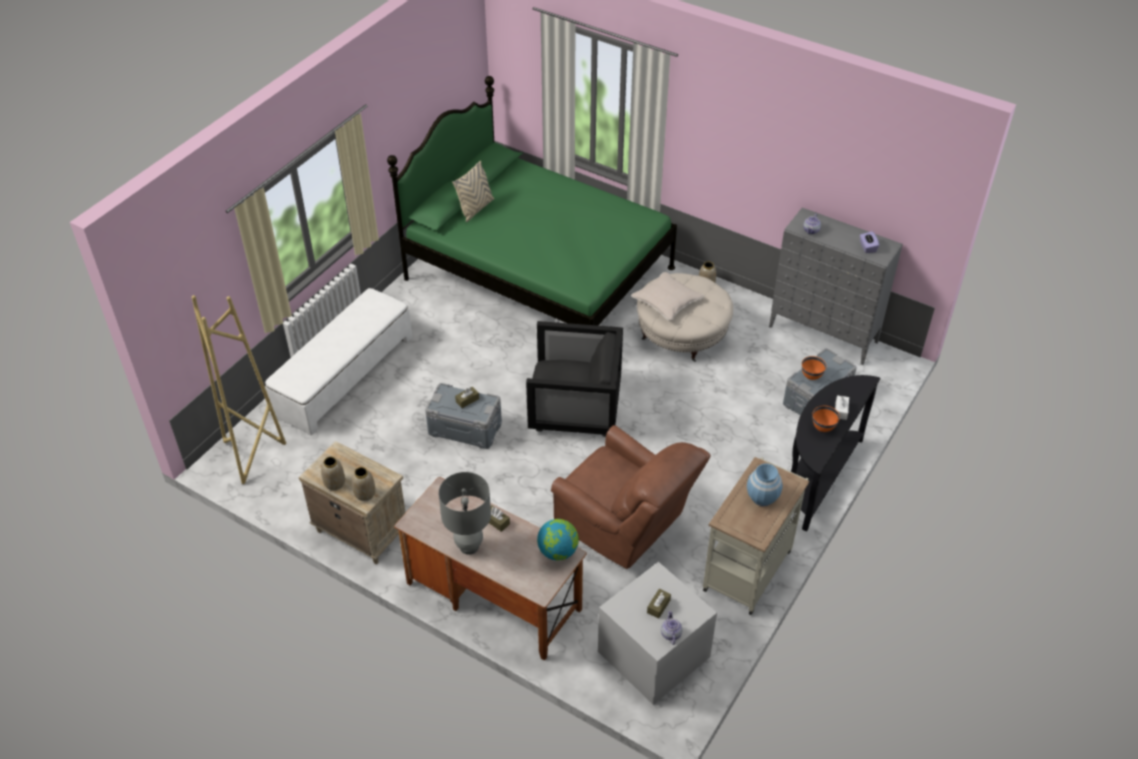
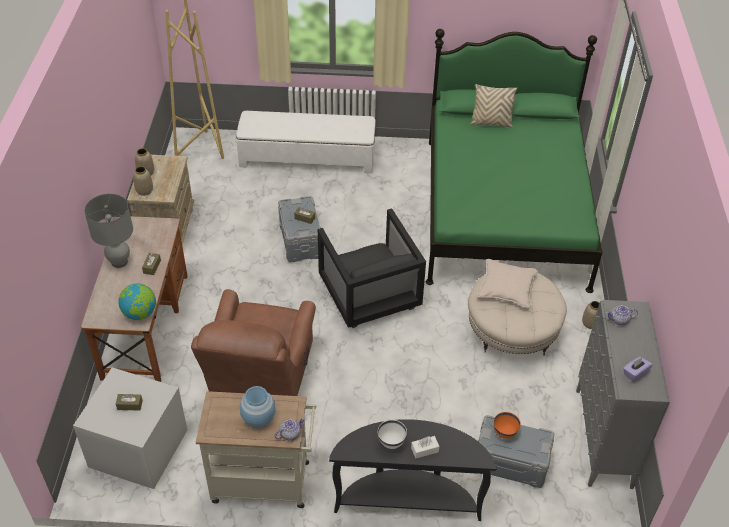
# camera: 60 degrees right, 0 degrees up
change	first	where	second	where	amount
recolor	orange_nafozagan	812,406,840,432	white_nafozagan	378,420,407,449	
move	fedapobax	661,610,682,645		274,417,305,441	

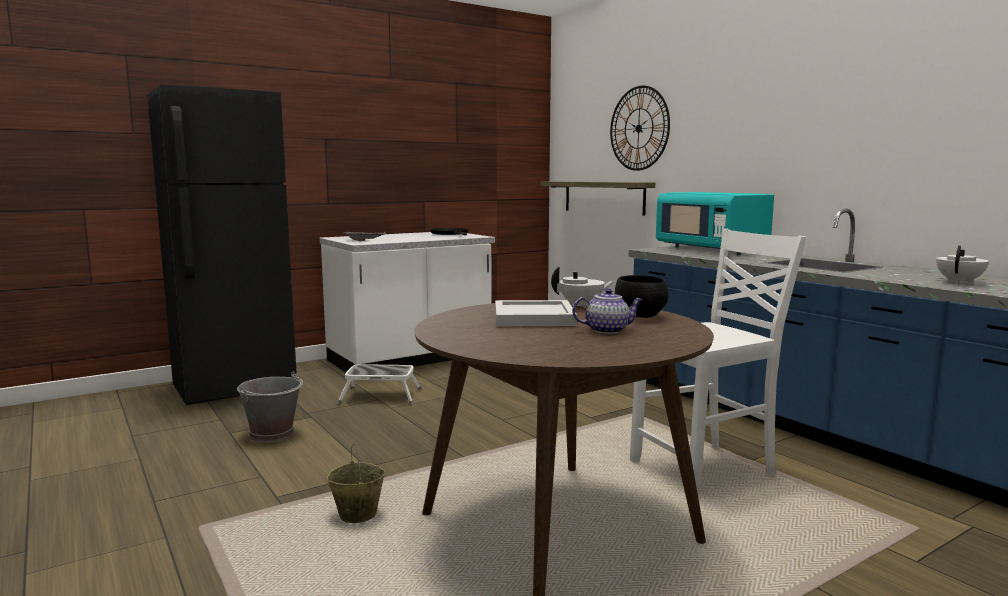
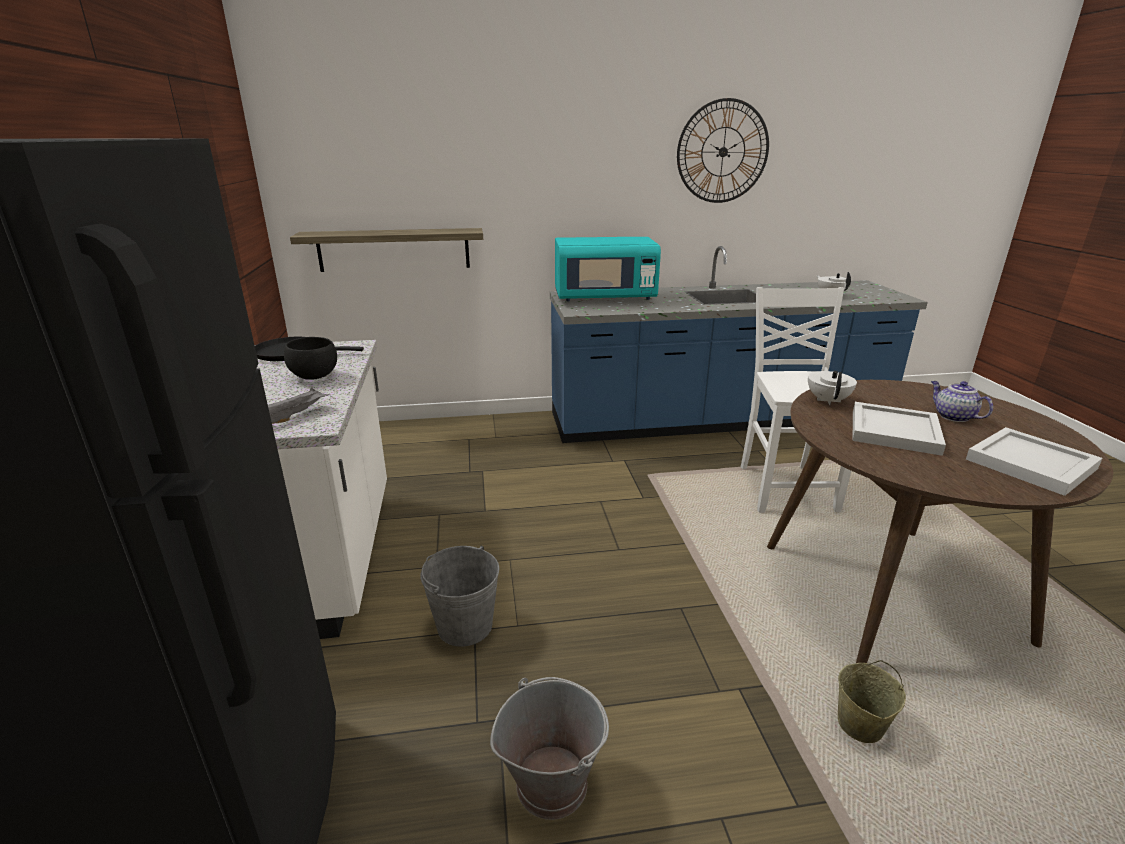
# camera: 65 degrees left, 15 degrees up
change	first	where	second	where	amount
move	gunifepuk	610,86,670,171		677,98,769,203	
move	black_nafozagan	615,275,668,318		284,337,337,380	
rotate	fedapobax	572,288,643,334		931,381,993,422	45 degrees counterclockwise
replace	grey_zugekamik	337,364,422,406	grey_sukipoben	421,546,499,646	
insert			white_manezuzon	966,427,1102,496	

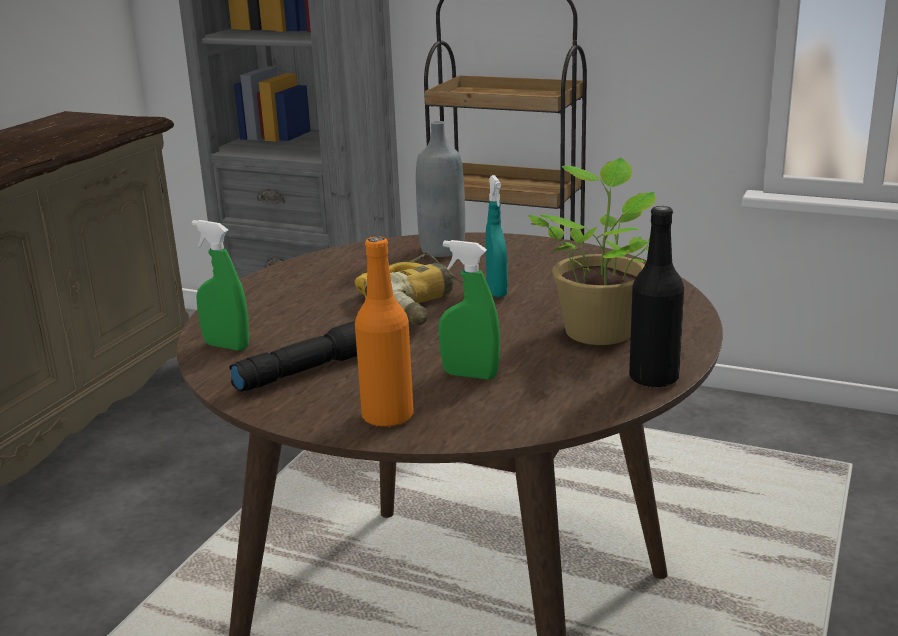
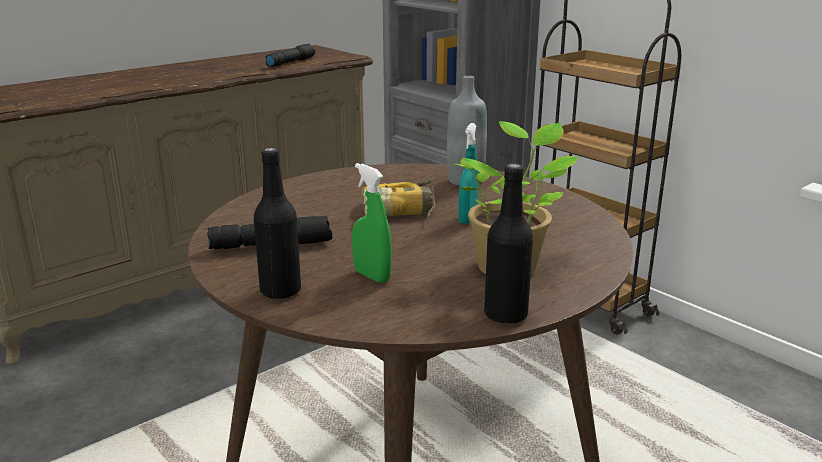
# camera: 25 degrees right, 0 degrees up
change	first	where	second	where	amount
delete	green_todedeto	192,220,249,351			
recolor	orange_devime	355,236,414,428	black_devime	254,147,301,299	
insert			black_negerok	266,44,315,67	

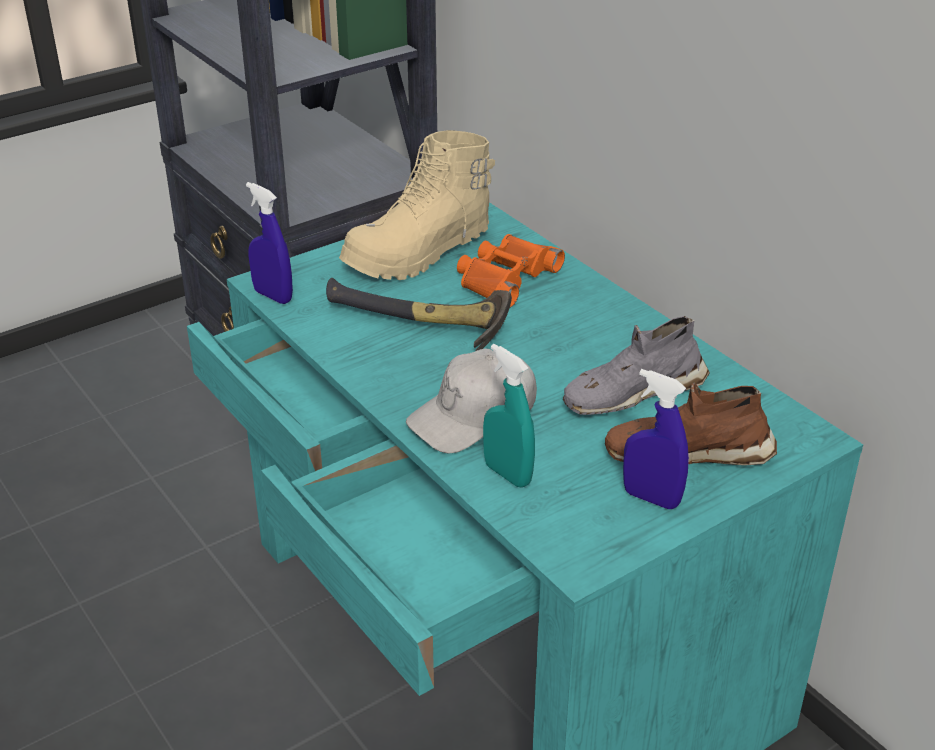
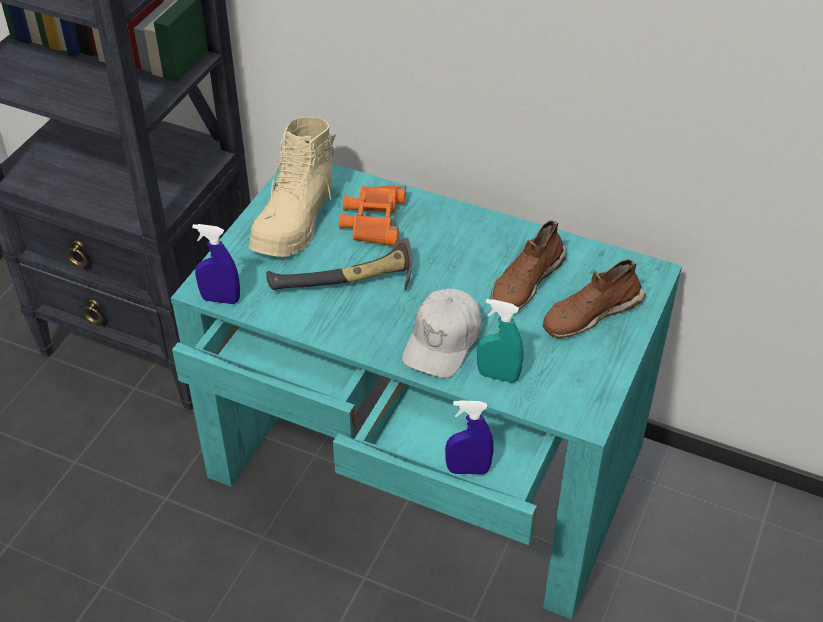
# camera: 30 degrees left, 10 degrees up
change	first	where	second	where	amount
recolor	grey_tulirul	563,316,710,415	brown_tulirul	491,221,566,310	
move	blue_todedeto	623,369,689,509		445,400,493,475	

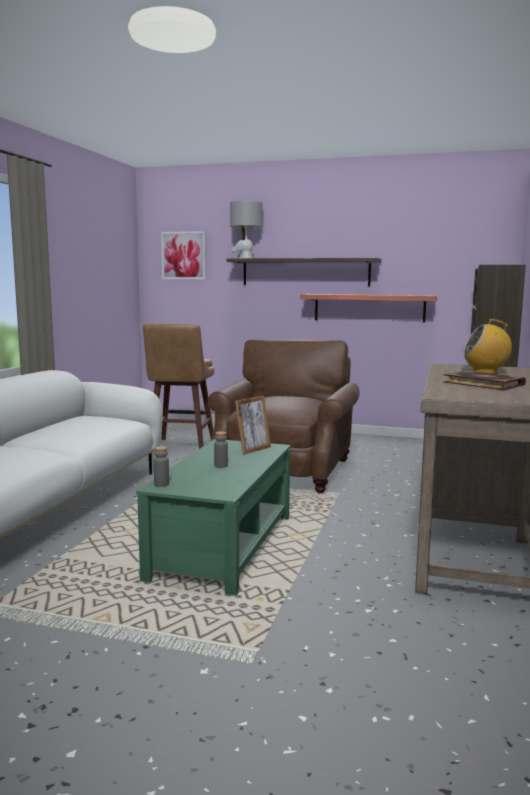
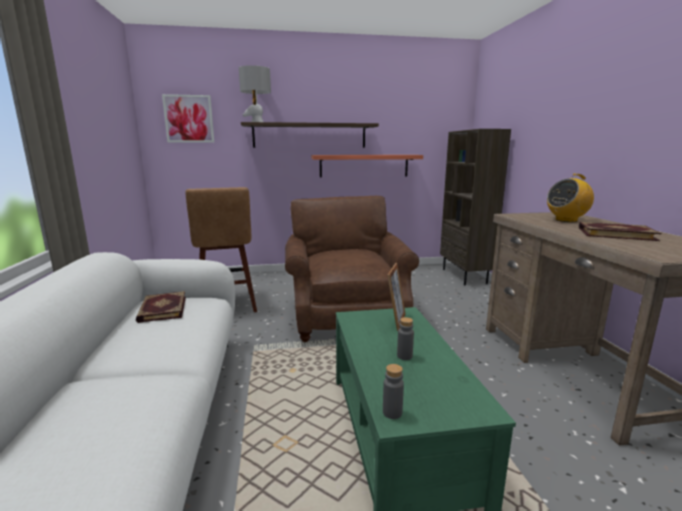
# camera: 25 degrees left, 5 degrees up
change	first	where	second	where	amount
insert			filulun	136,291,186,323	

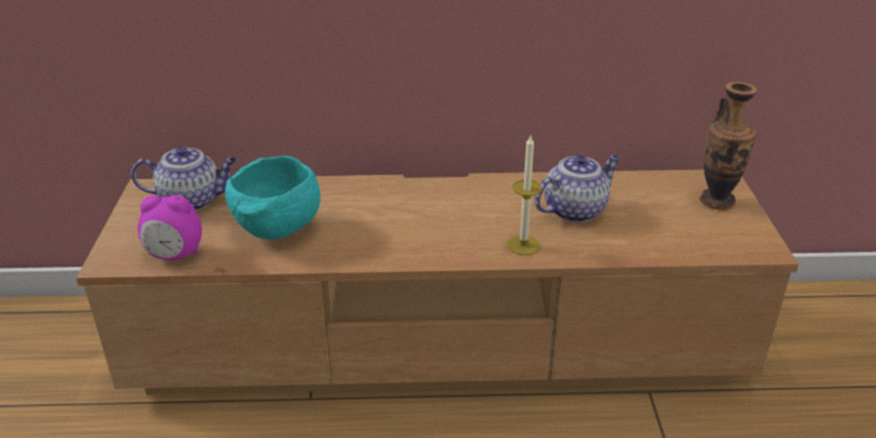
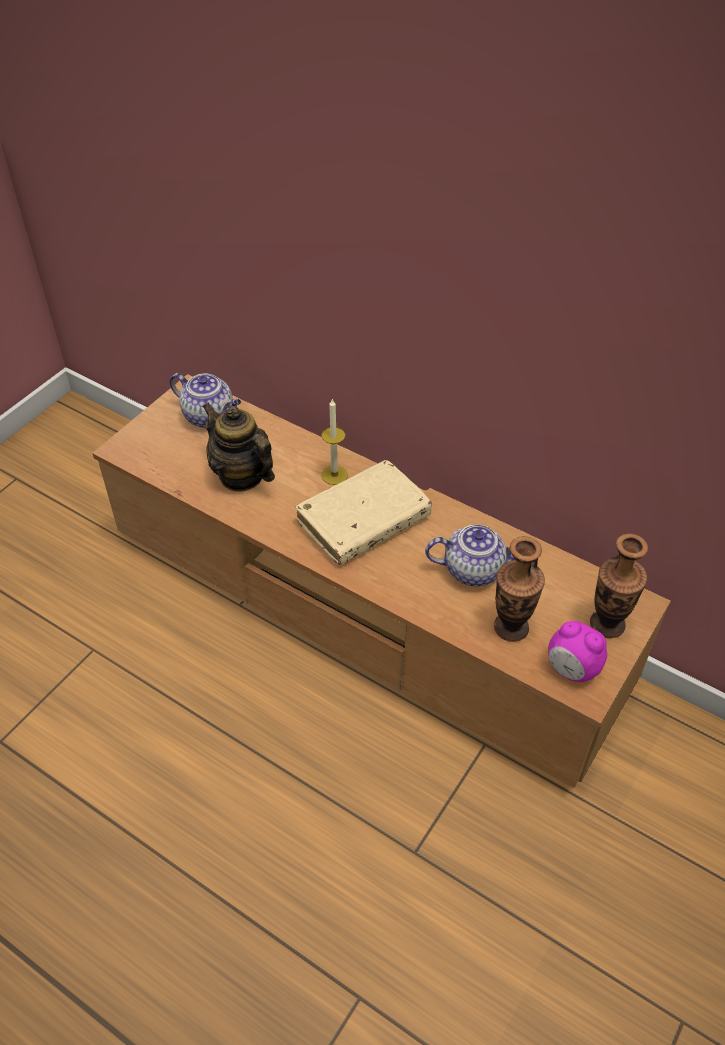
# camera: 35 degrees right, 15 degrees up
change	first	where	second	where	amount
move	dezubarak	507,135,542,255		321,399,348,485	
replace	turquoise_nafozagan	225,156,320,239	fedapobax	202,403,275,492	
move	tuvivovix	138,195,202,260		548,621,607,682	
insert			beige_filulun	296,460,432,565	
insert			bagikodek	494,536,545,642	

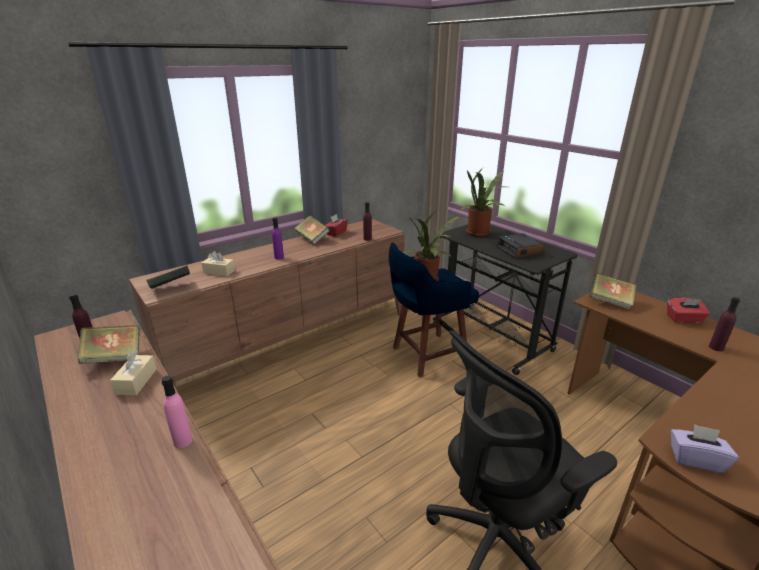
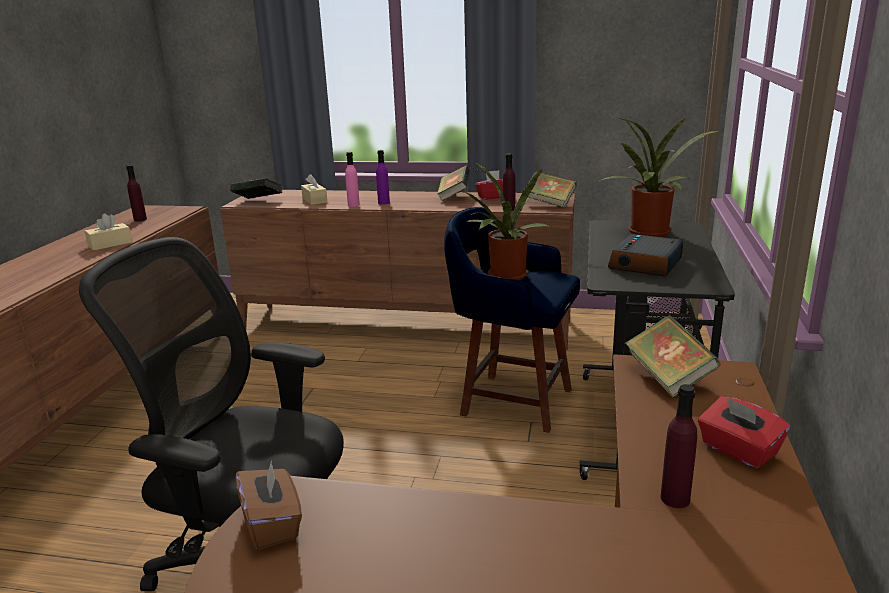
# camera: 50 degrees right, 5 degrees down
change	first	where	second	where	amount
move	filulun	78,325,140,364		525,171,577,208	
move	pink_devime	161,376,193,448		345,152,360,207	
recolor	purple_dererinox	671,424,739,473	brown_dererinox	236,459,302,550	

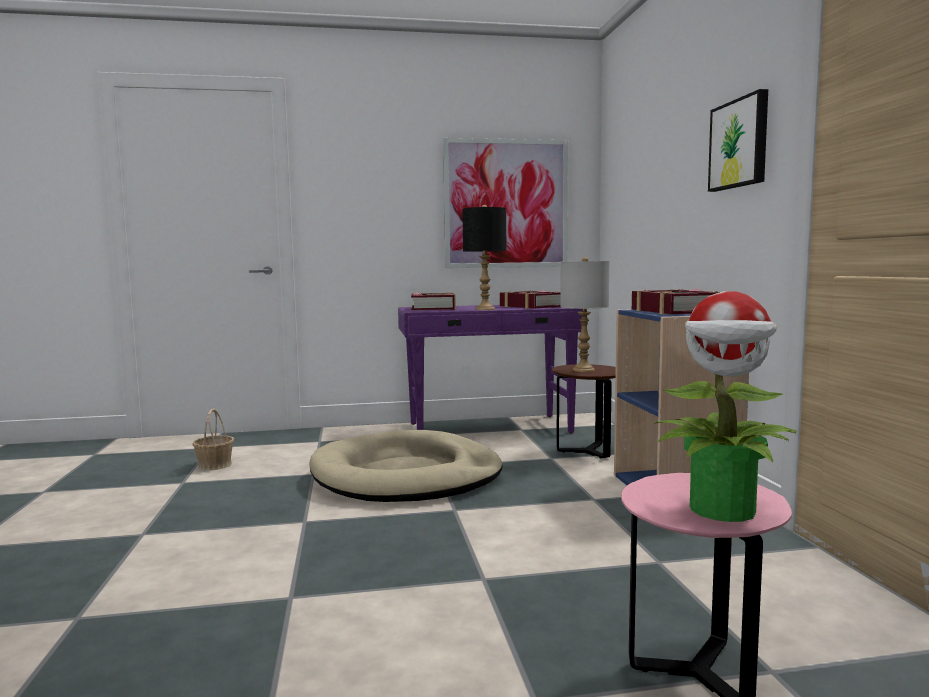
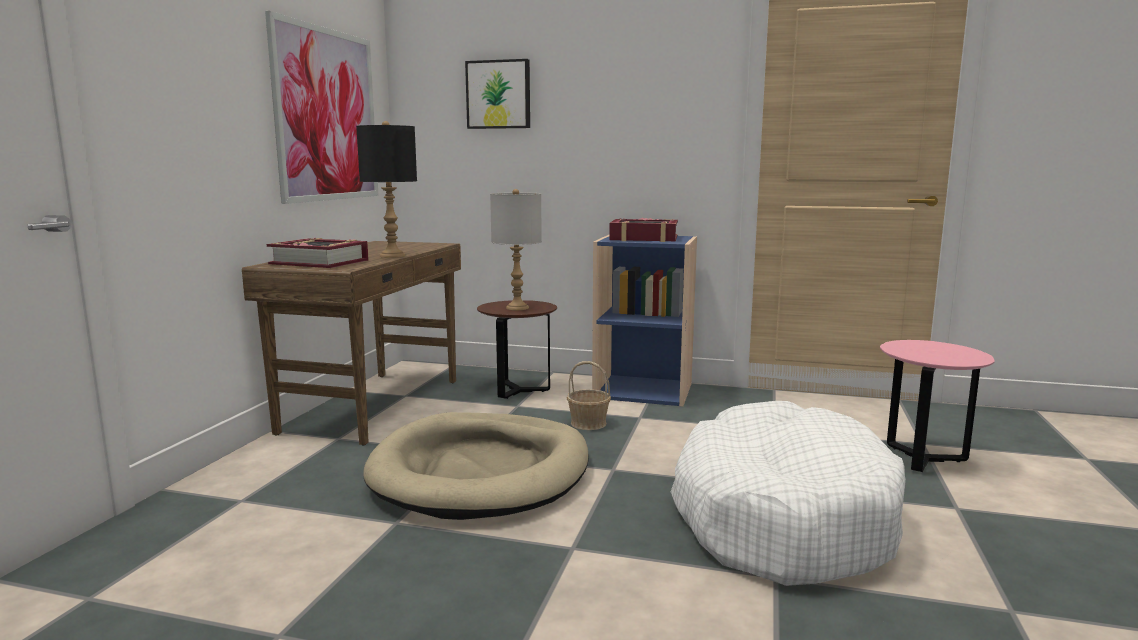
# camera: 65 degrees left, 5 degrees up
change	first	where	second	where	amount
move	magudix	708,89,768,192		465,59,530,129	
delete	filulun	500,290,561,309			
delete	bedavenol	654,291,798,522			
recolor	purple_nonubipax	398,305,582,433	brown_nonubipax	242,241,461,445	
move	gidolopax	192,408,234,470		567,361,611,430	
insert			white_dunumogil	671,401,906,586	

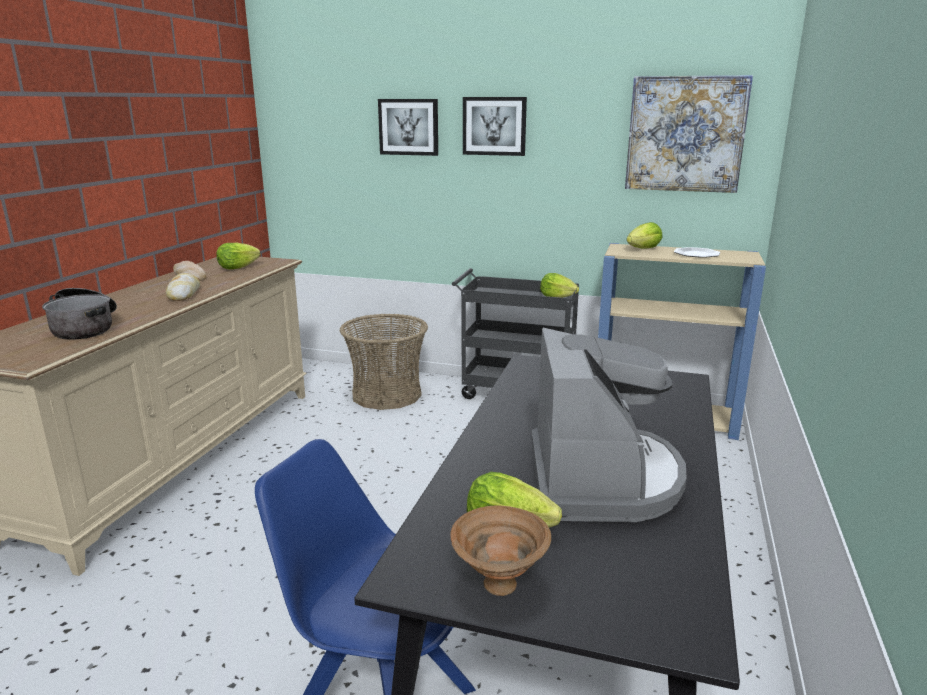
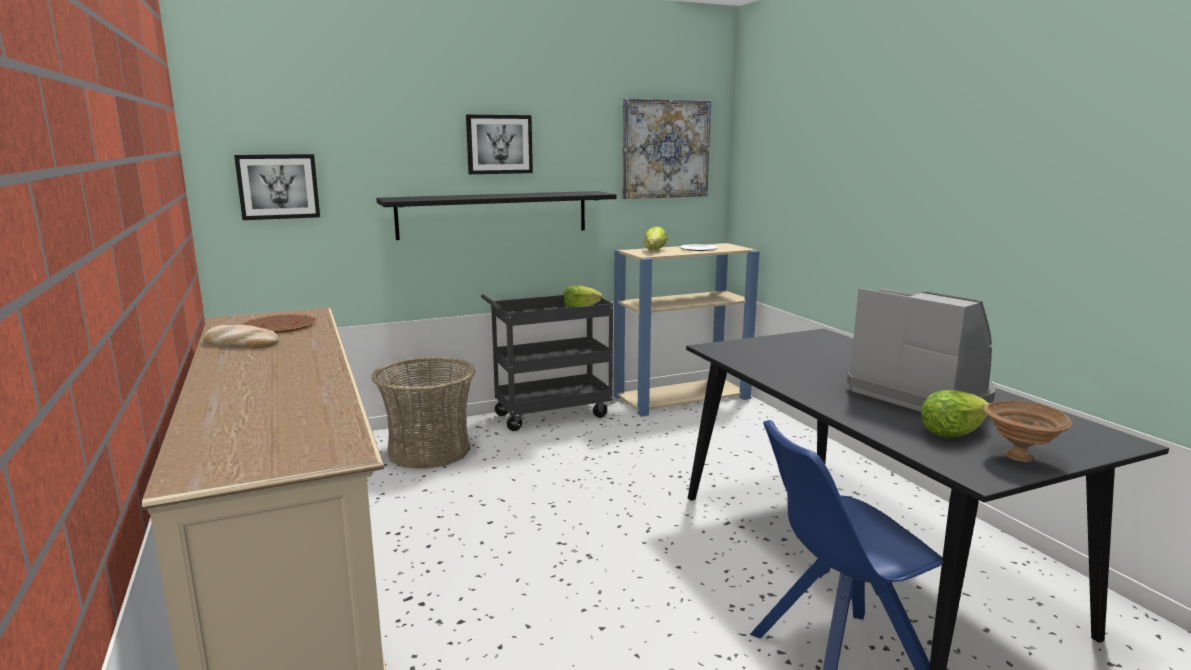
# camera: 40 degrees left, 5 degrees down
change	first	where	second	where	amount
move	magudix	378,99,438,156		234,154,320,220	
replace	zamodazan	216,243,260,269	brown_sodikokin	242,314,316,334	
delete	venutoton	166,273,200,301			
delete	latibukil	42,288,117,340			
insert			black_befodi	376,191,616,240	

